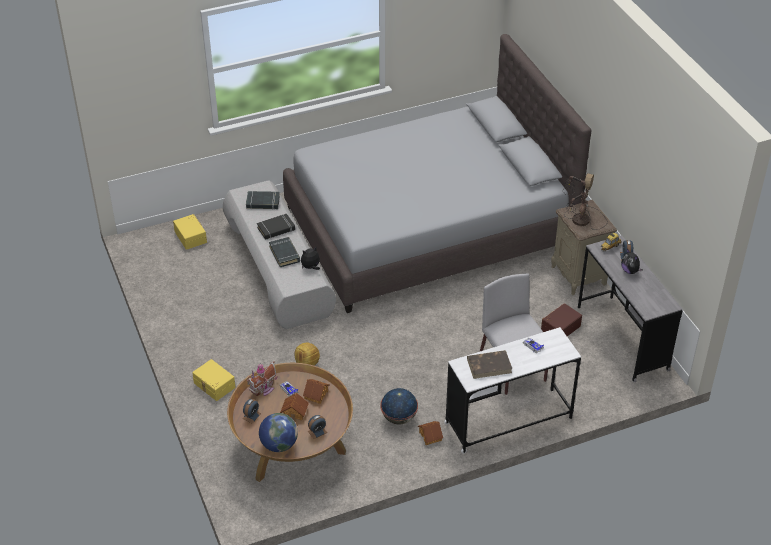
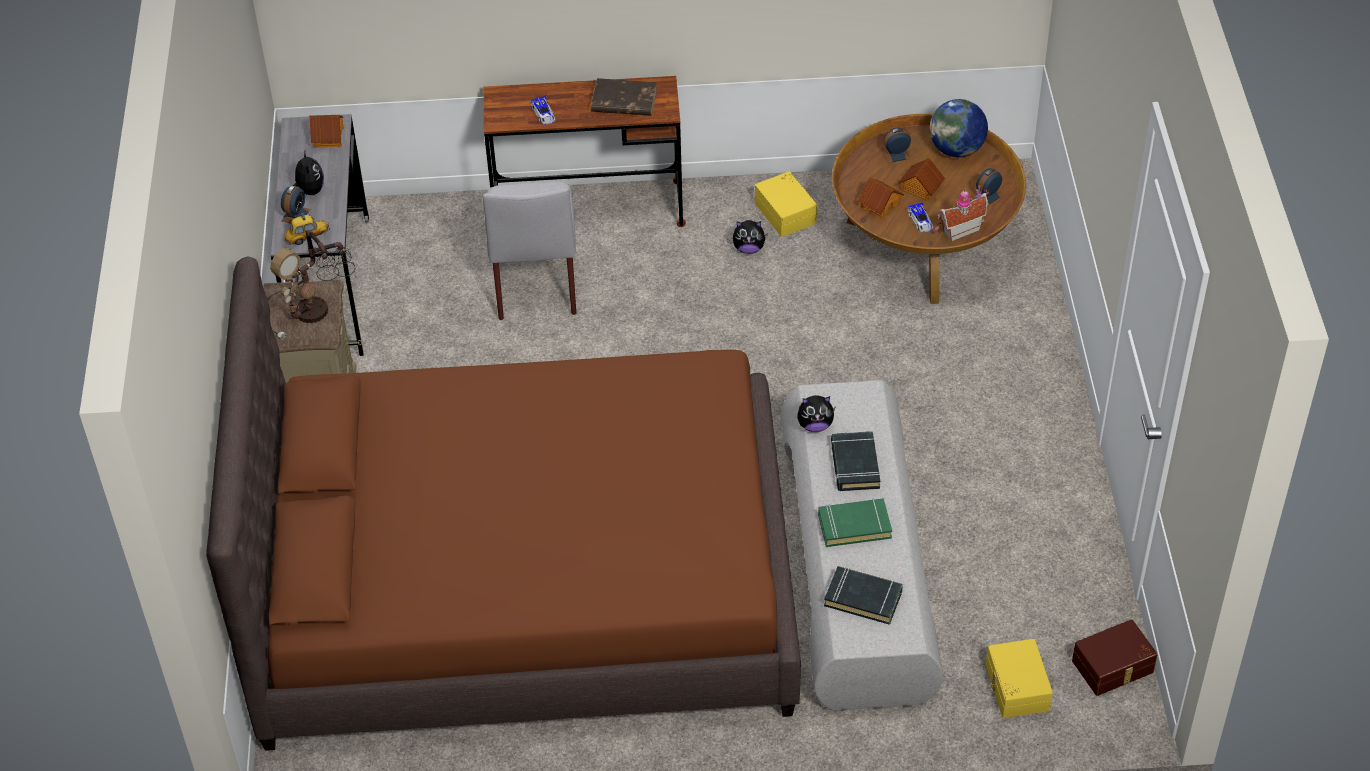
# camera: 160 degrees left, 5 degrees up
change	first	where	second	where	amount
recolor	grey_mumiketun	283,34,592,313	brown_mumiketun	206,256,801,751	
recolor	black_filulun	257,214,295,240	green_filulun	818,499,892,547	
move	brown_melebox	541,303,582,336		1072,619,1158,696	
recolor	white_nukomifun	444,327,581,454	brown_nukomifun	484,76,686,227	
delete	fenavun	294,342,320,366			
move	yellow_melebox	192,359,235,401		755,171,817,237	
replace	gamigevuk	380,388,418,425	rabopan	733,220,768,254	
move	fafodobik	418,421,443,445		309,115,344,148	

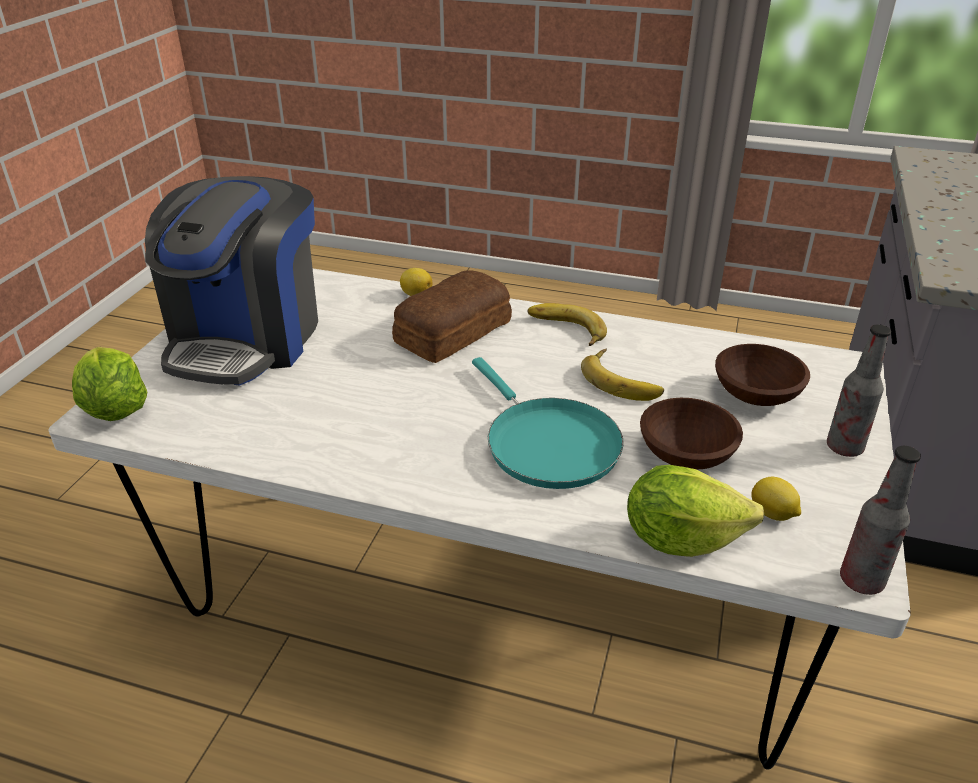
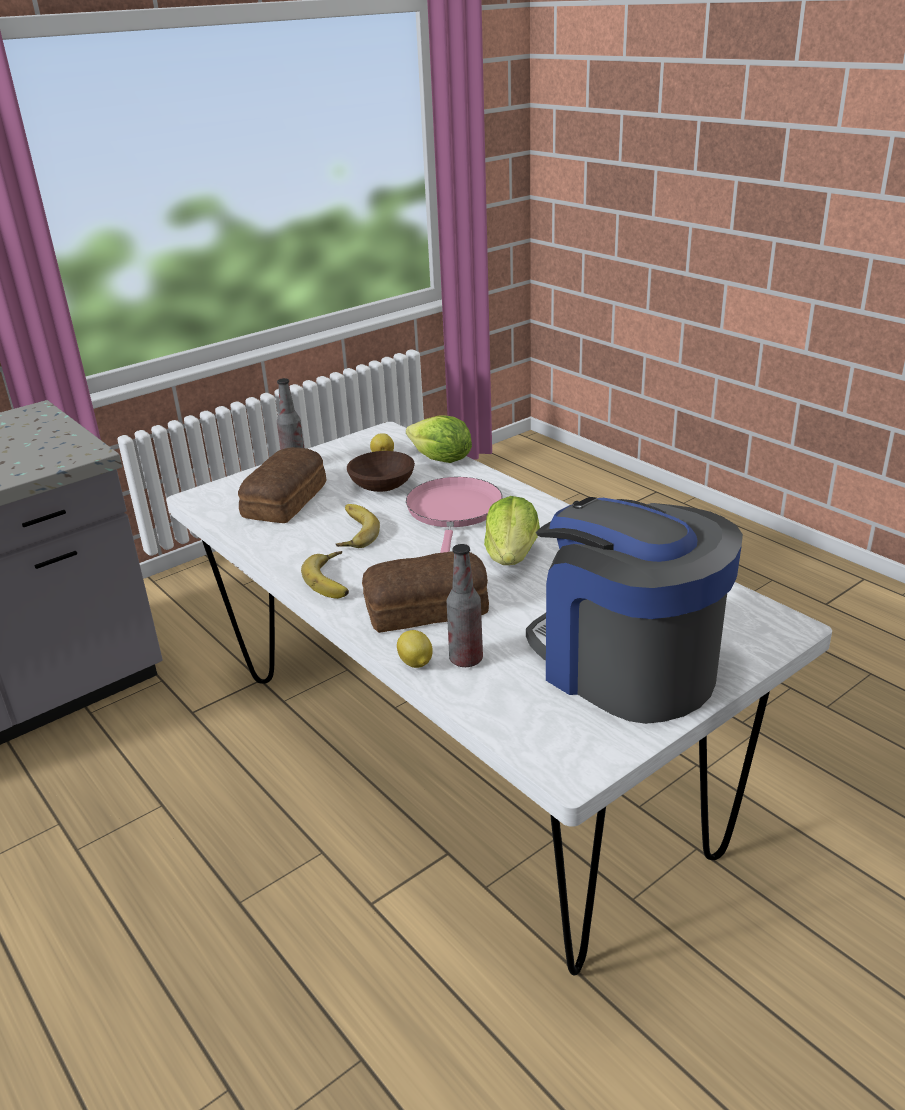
# camera: 145 degrees left, 5 degrees down
change	first	where	second	where	amount
rotate	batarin	145,176,318,386		526,497,743,724	90 degrees counterclockwise
replace	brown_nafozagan	715,344,810,406	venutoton	238,447,326,523	
move	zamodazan	72,347,147,421		484,496,540,565	
recolor	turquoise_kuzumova	472,357,623,489	pink_kuzumova	406,477,503,553	
move	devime	840,446,921,595		447,544,483,667	

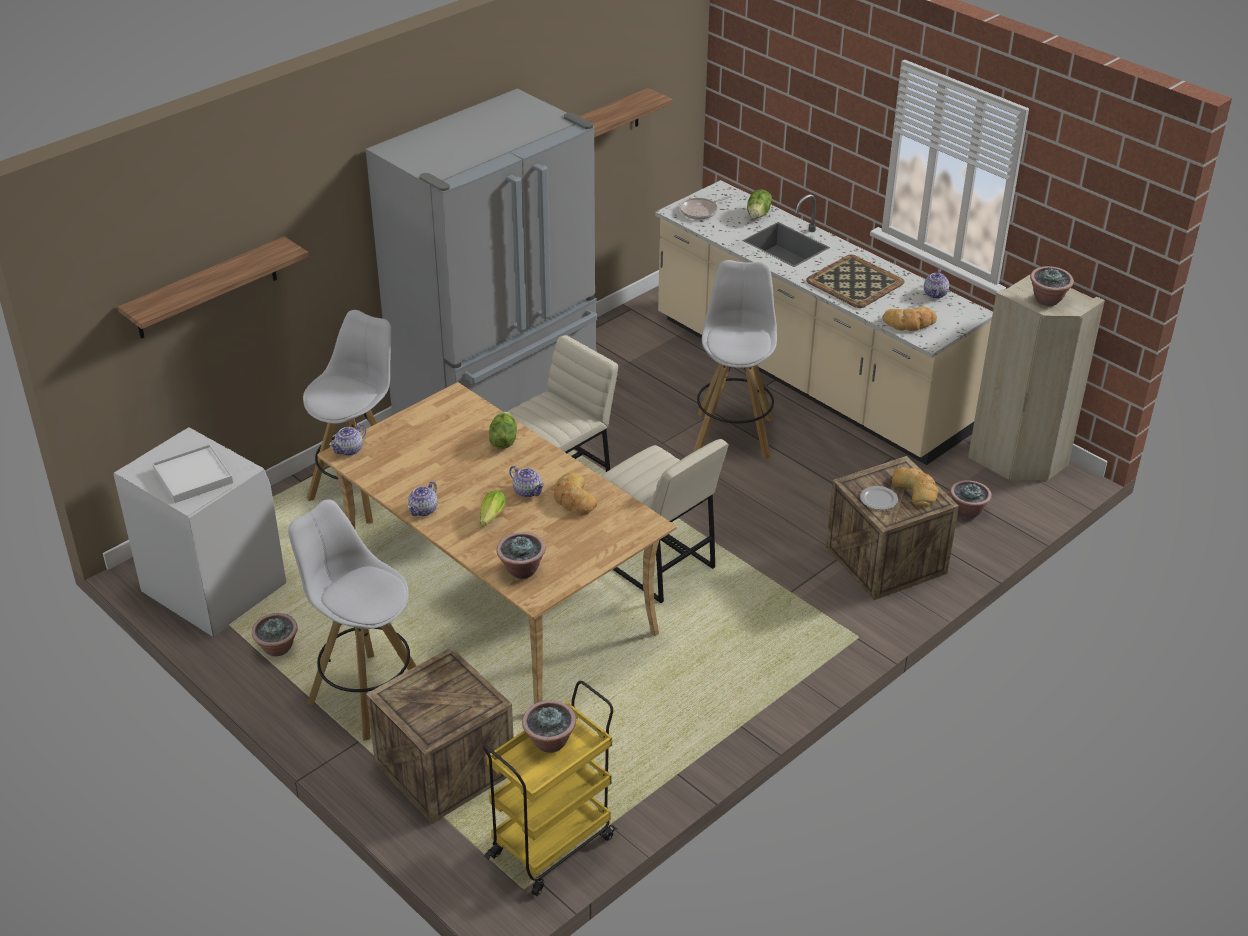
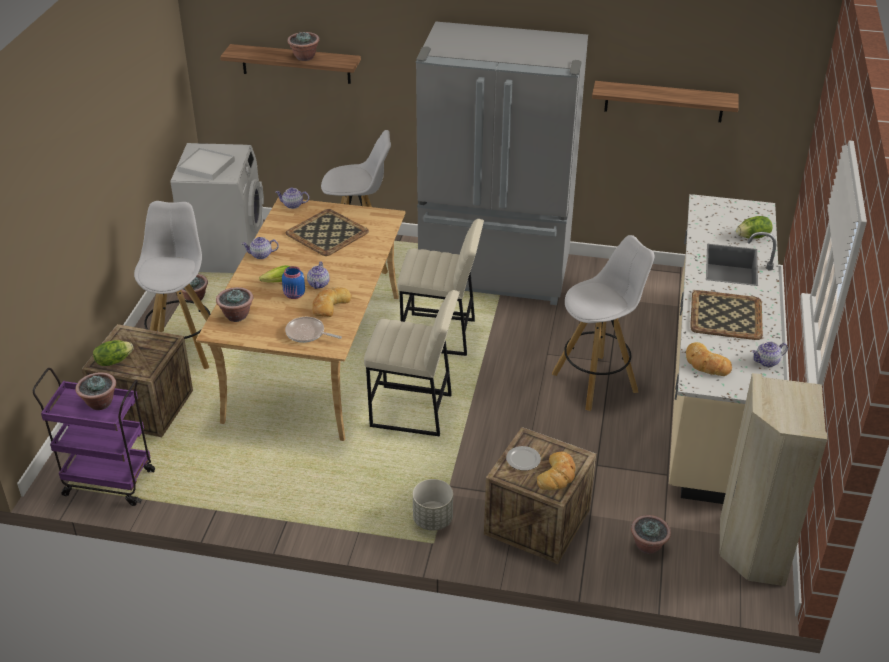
# camera: 55 degrees right, 0 degrees up
change	first	where	second	where	amount
move	kuzumova	680,195,732,220		285,317,342,343	
move	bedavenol	1030,266,1074,306		287,32,320,61	
move	zamodazan	489,412,517,449		93,340,134,366	
rotate	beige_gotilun	602,439,729,603		364,290,460,436	90 degrees counterclockwise
recolor	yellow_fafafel	483,681,617,896	purple_fafafel	33,368,155,506	
insert			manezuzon	286,209,369,256	
insert			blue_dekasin	282,266,305,299	
insert			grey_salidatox	413,479,453,531	

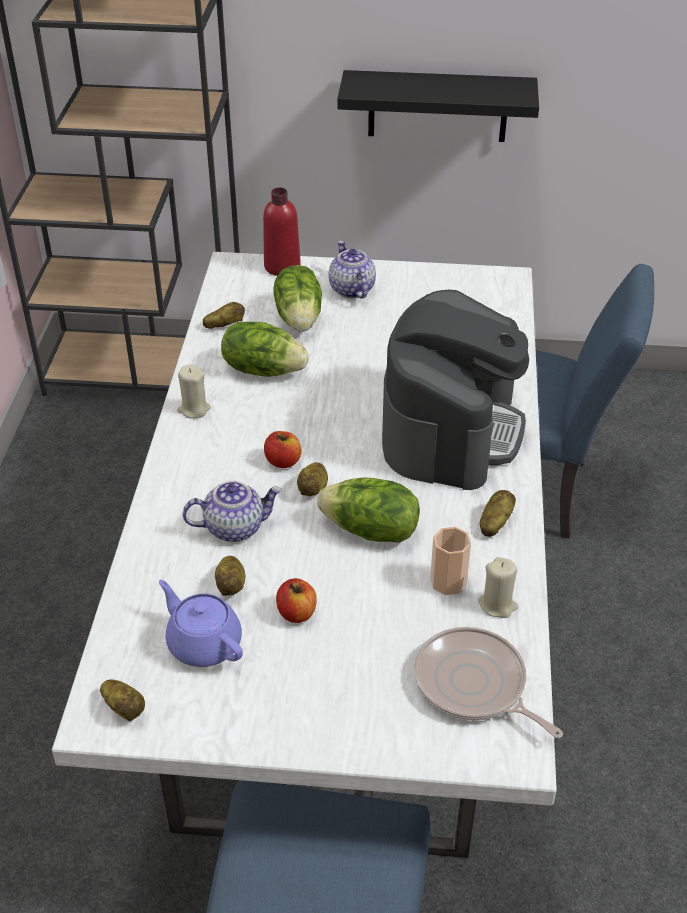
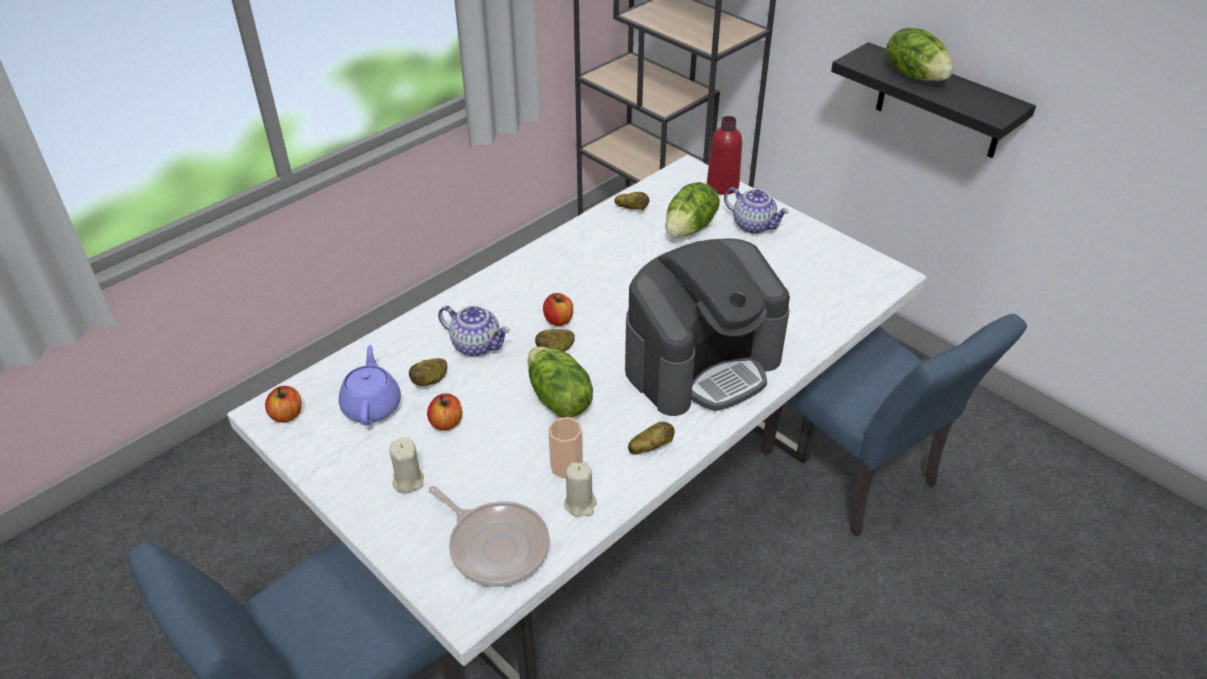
# camera: 40 degrees right, 0 degrees up
change	first	where	second	where	amount
rotate	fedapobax	329,241,376,299		724,187,789,234	105 degrees clockwise
move	zamodazan	221,322,309,377		886,28,953,81	
move	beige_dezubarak	177,364,211,419		389,438,424,494	
rotate	kuzumova	414,627,563,738		428,486,550,587	135 degrees clockwise
replace	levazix	100,680,145,722	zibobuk	265,386,302,423	

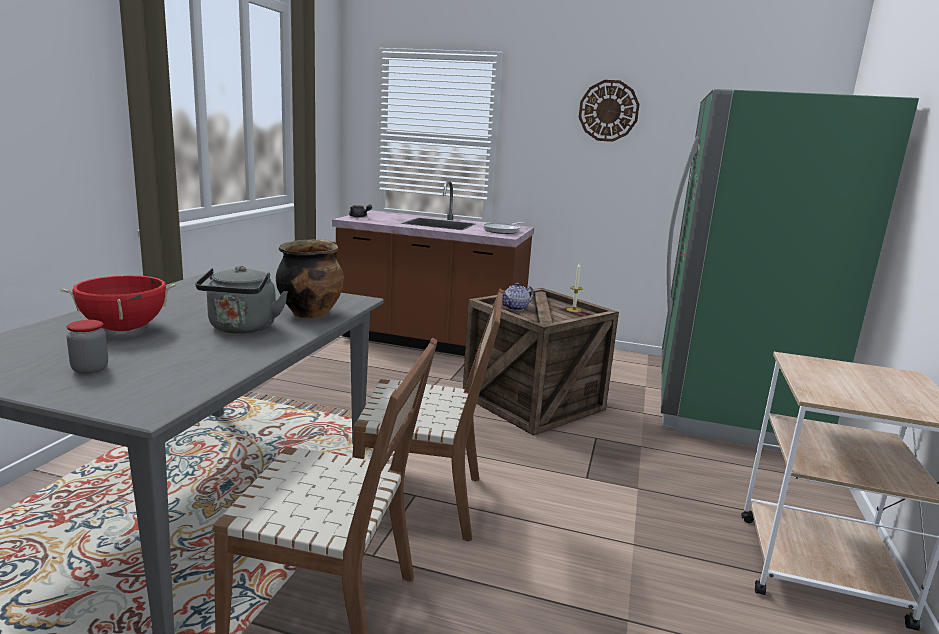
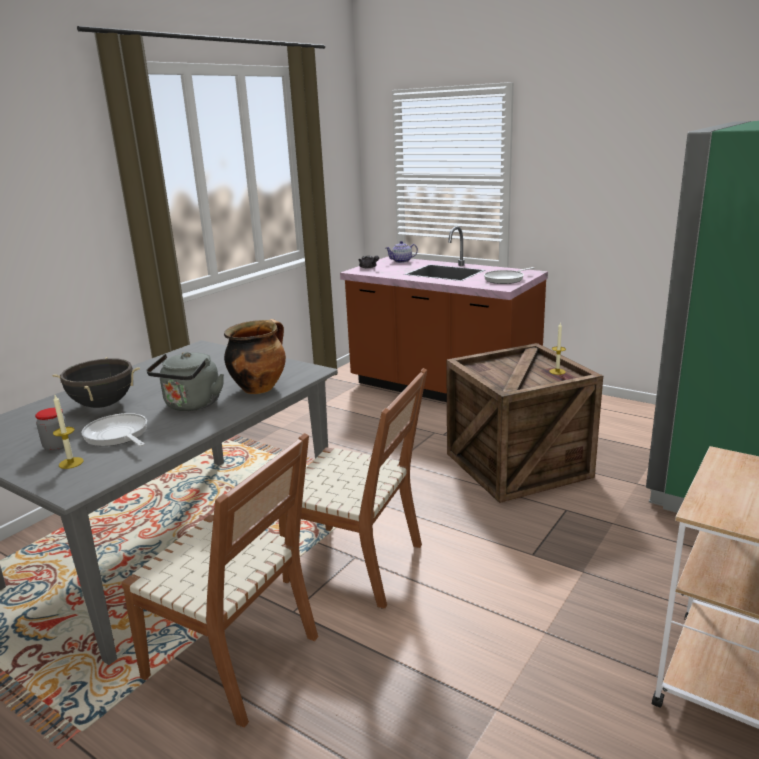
# camera: 20 degrees right, 5 degrees up
change	first	where	second	where	amount
delete	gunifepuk	579,80,640,142			
recolor	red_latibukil	60,275,177,331	black_latibukil	52,357,140,408	
move	fedapobax	502,283,534,311		386,241,418,263	
insert			dezubarak	53,395,84,469	
insert			kuzumova	82,413,147,446	

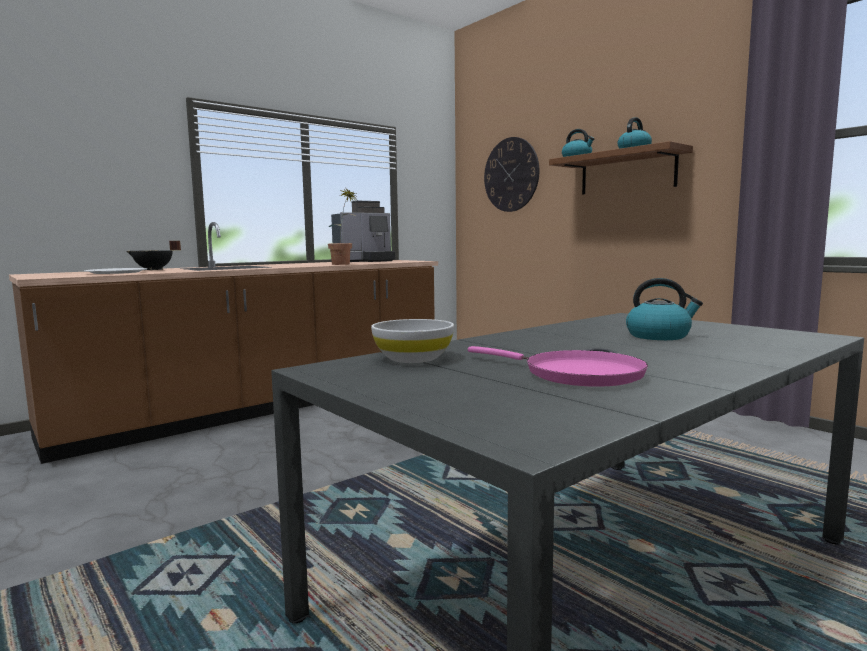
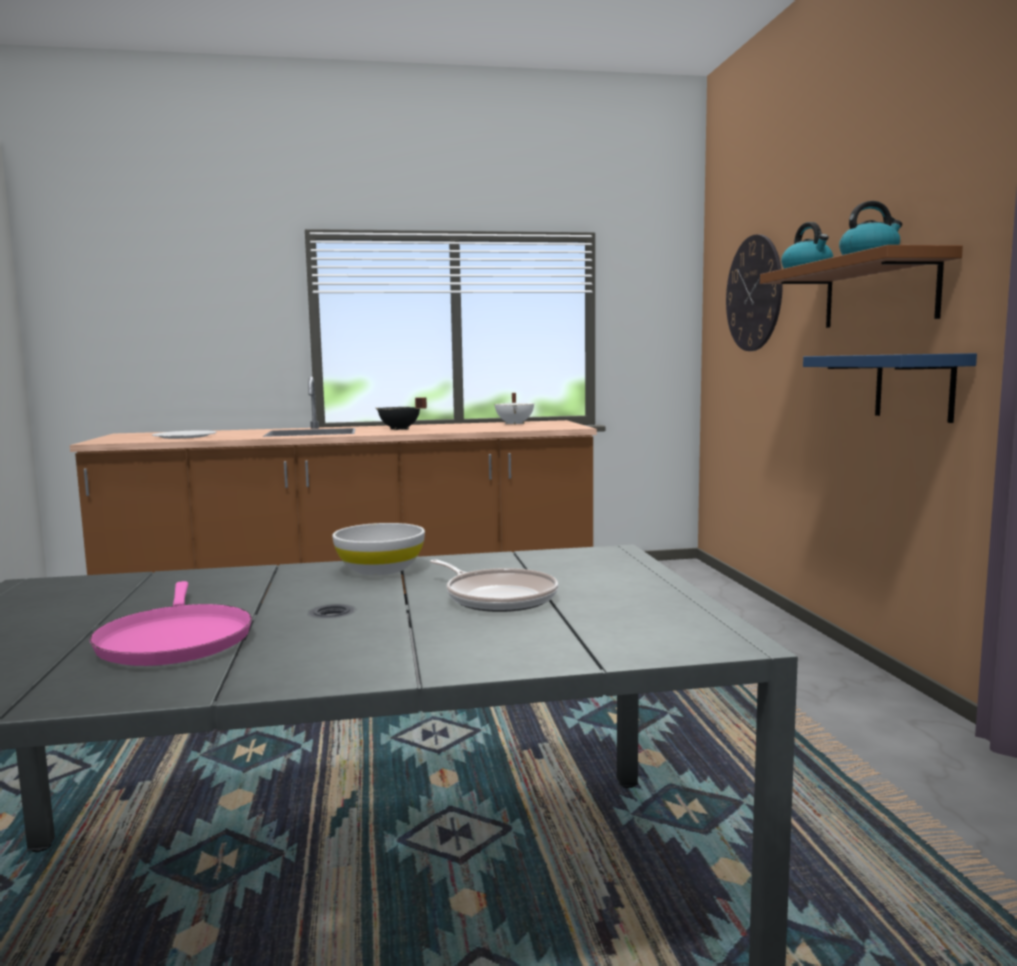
# camera: 30 degrees right, 0 degrees up
change	first	where	second	where	amount
delete	bedavenol	328,189,357,265			
replace	batarin	331,201,396,262	white_latibukil	494,393,535,425	
move	black_latibukil	127,241,181,270		376,397,427,430	
replace	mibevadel	626,278,703,340	kuzumova	430,559,558,612	
move	white_nafozagan	371,319,454,363		332,523,425,575	
insert			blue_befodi	803,353,977,423	

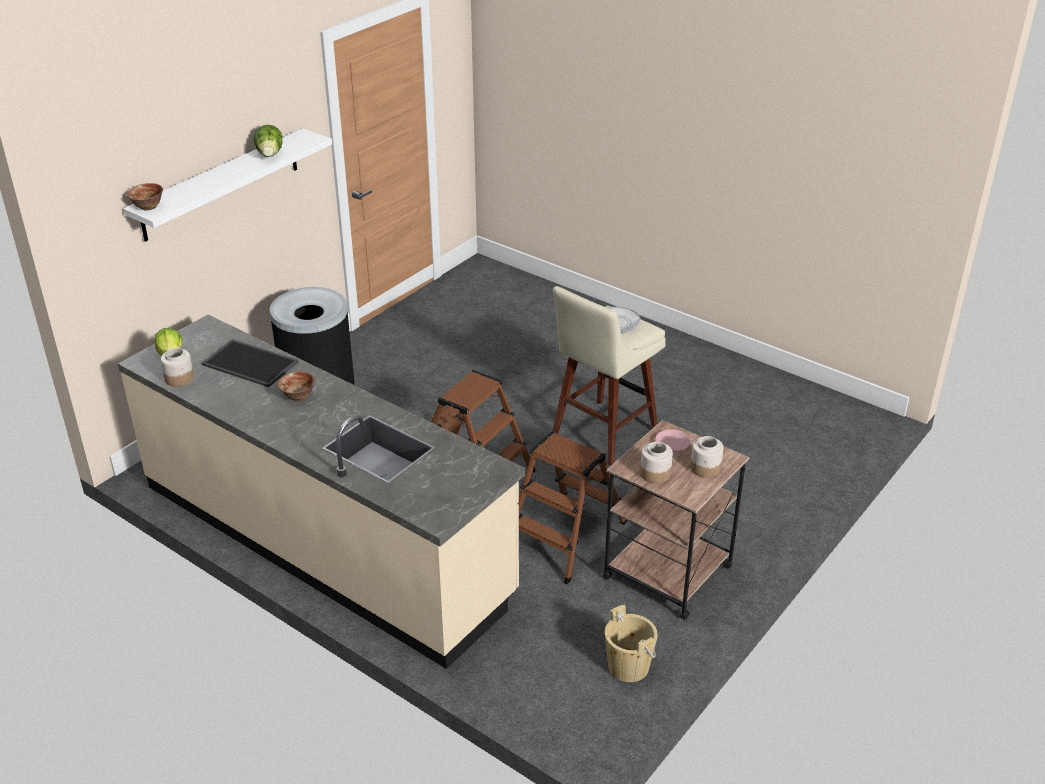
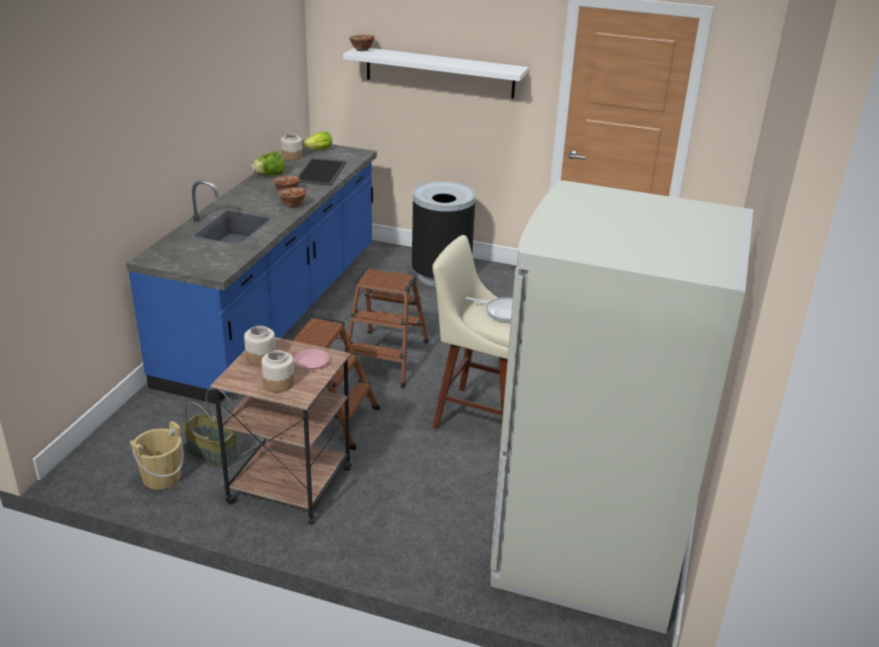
# camera: 70 degrees right, 5 degrees down
change	first	where	second	where	amount
move	zamodazan	253,125,283,157		251,151,285,175	
recolor	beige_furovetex	118,315,525,669	blue_furovetex	126,140,377,404	
insert			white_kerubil	490,180,753,634	
insert			nafozagan	278,187,306,208	
insert			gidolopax	182,388,238,467	

